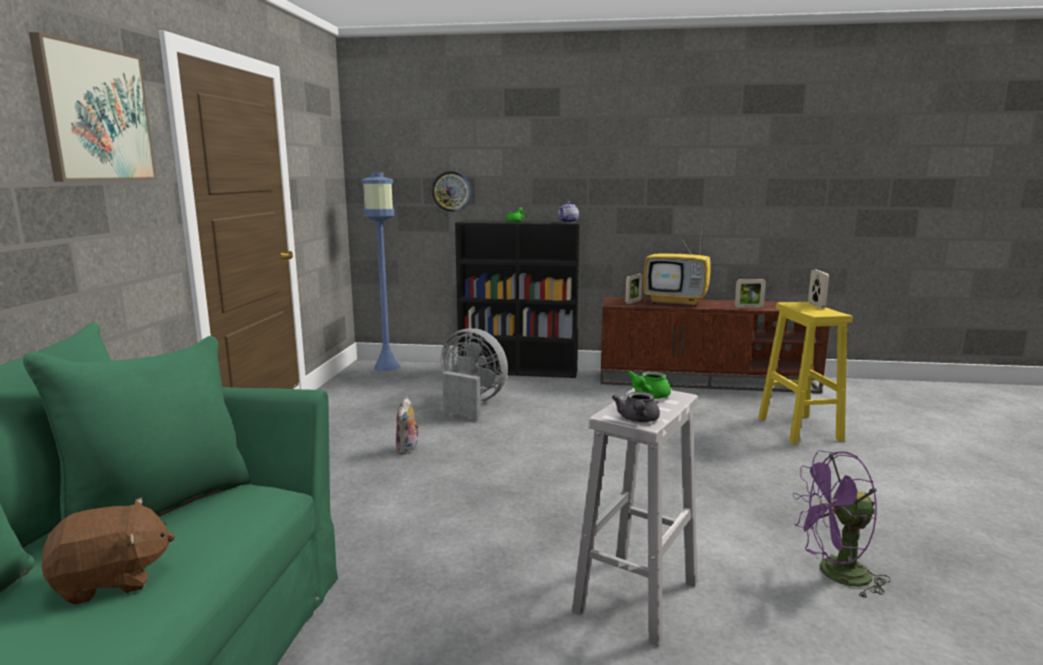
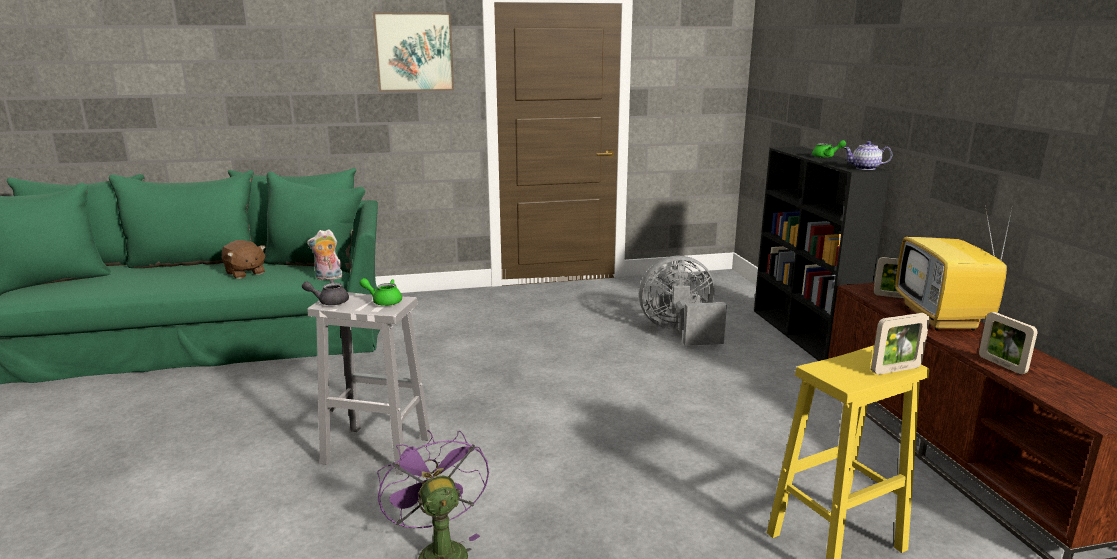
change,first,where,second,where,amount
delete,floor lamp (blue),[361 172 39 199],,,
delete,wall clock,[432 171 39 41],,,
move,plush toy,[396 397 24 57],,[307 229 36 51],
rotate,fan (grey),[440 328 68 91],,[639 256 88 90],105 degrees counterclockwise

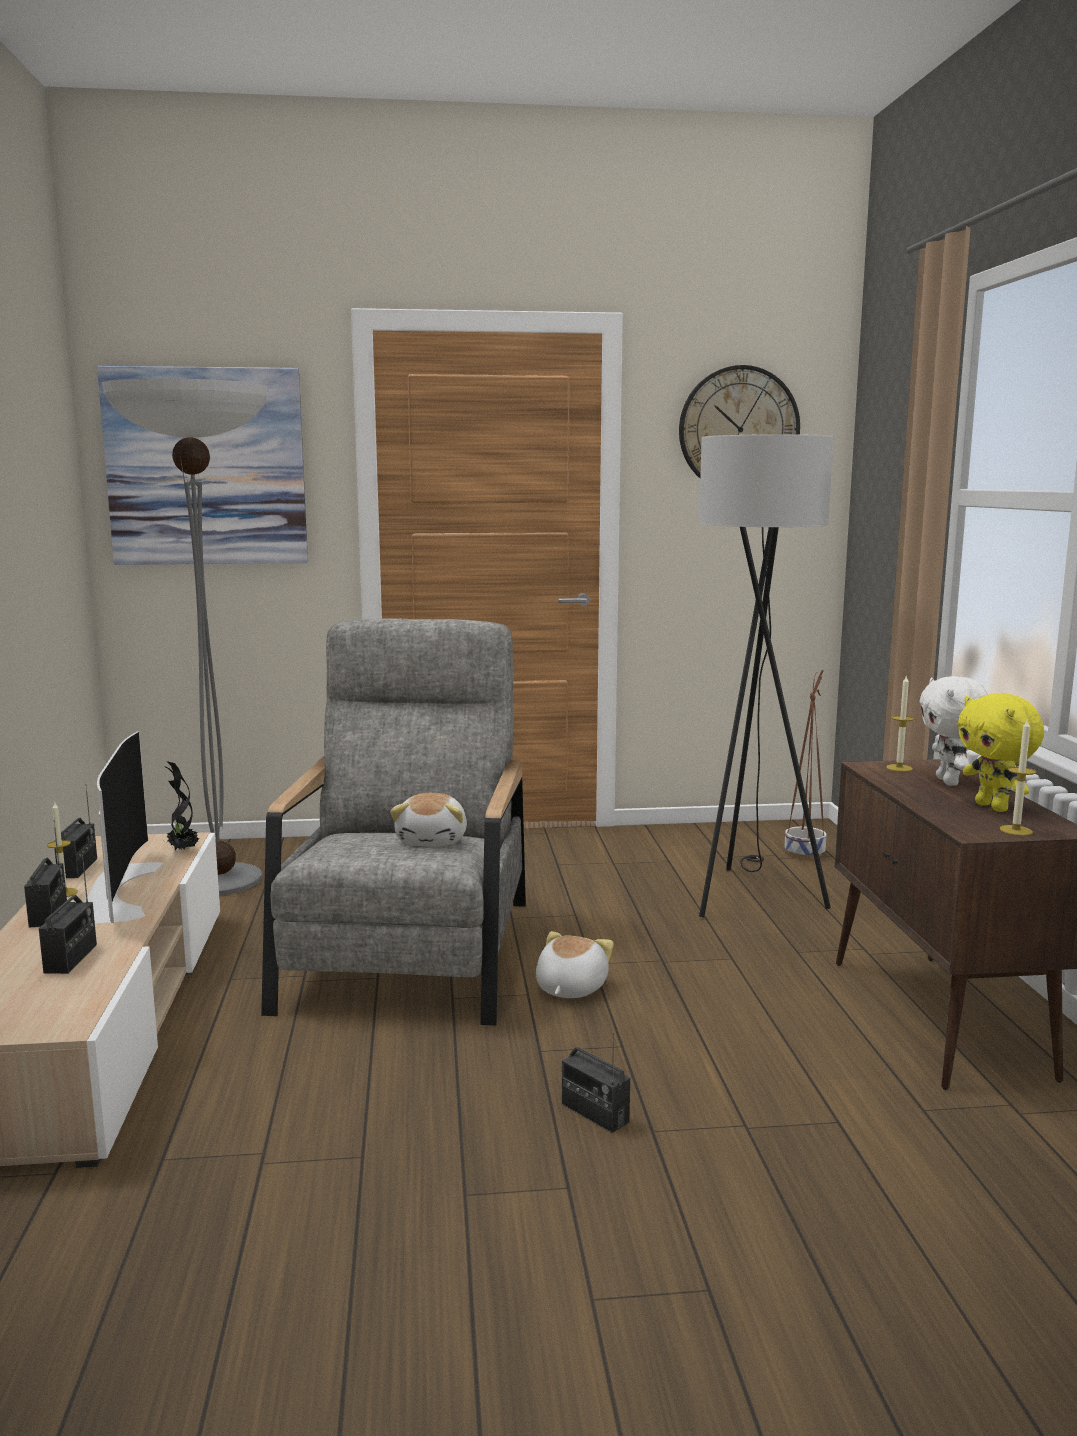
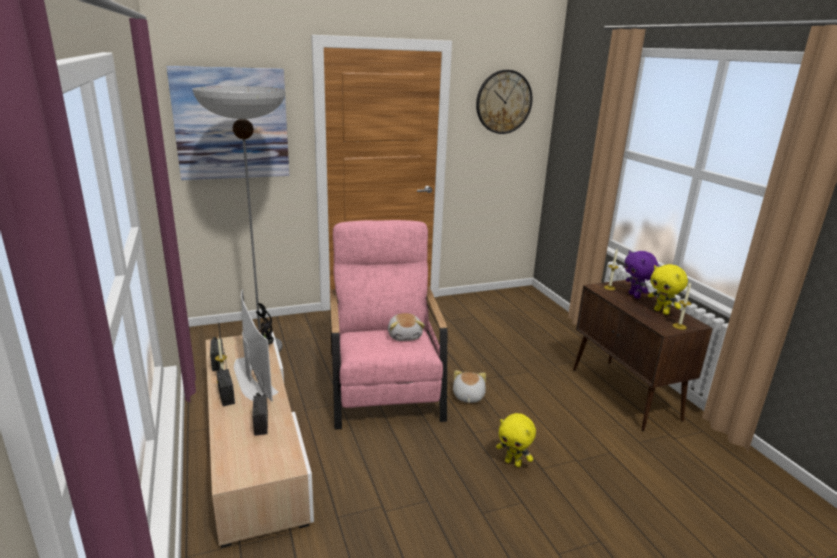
change,first,where,second,where,amount
delete,floor lamp (black),[699 434 135 484],,,
delete,planter (brown),[785 670 42 189],,,
replace,radio,[562 1032 68 101],plush toy (yellow),[496 413 40 54],
recolor,armchair (grey),[261 618 265 407],armchair (pink),[330 220 117 210],
recolor,plush toy (white),[919 676 69 110],plush toy (purple),[625 250 34 49],

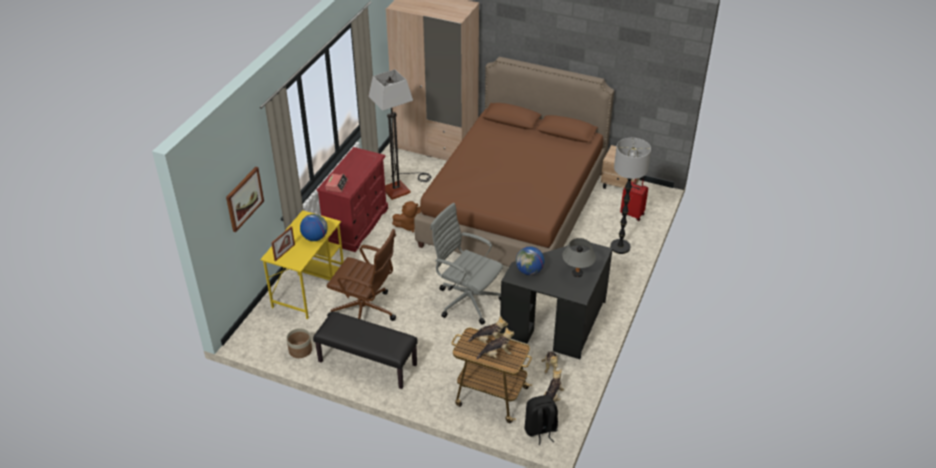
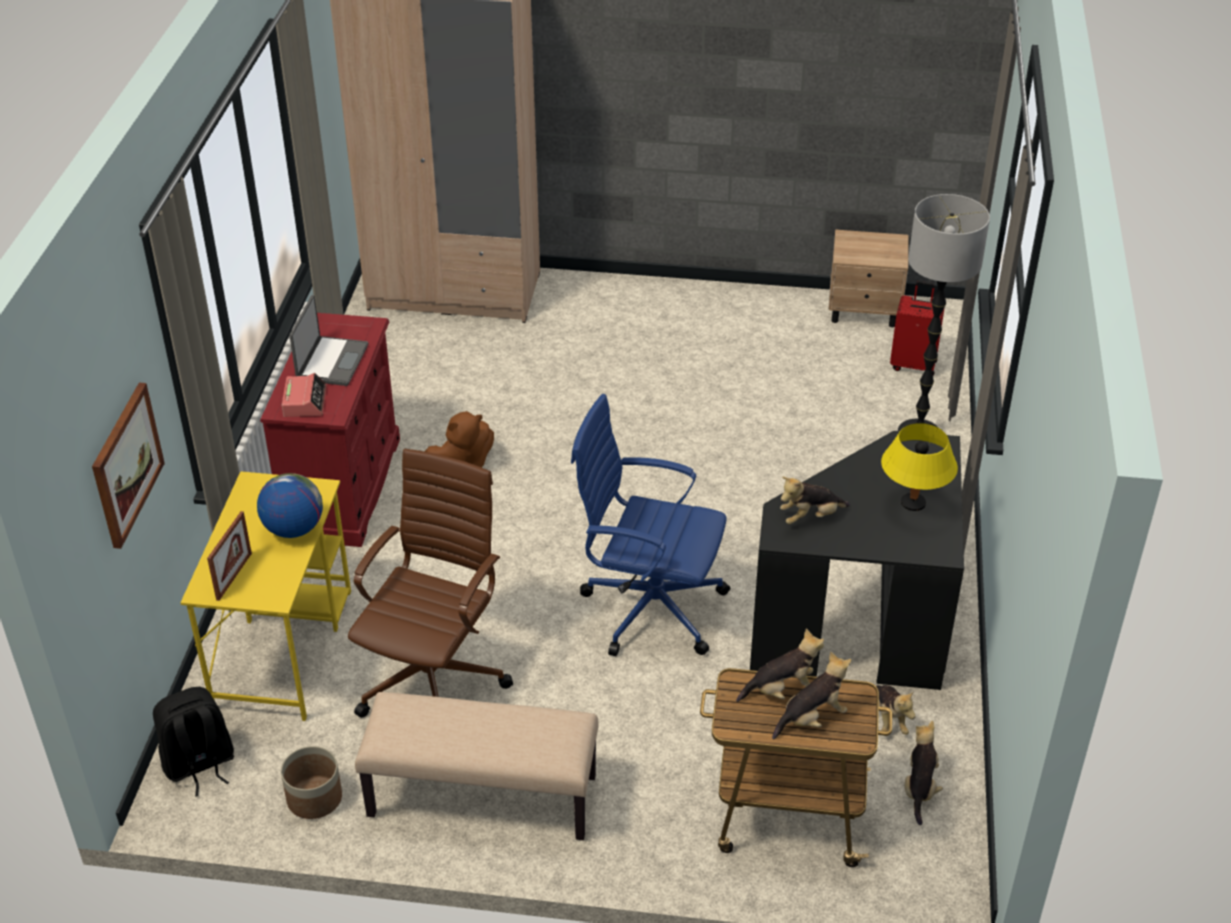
change,first,where,second,where,amount
delete,floor lamp,[368 69 63 131],,,
delete,bed (brown),[414 57 200 210],,,
insert,,,laptop,[289 295 79 91],
move,backpack (black),[524 395 34 50],,[153 687 81 110],
replace,globe,[516 246 28 29],plush toy,[780 477 70 47],
recolor,bench (black),[313 311 105 78],bench (beige),[355 692 244 148],
recolor,office chair (grey),[430 203 73 122],office chair (blue),[571 394 159 262],
recolor,table lamp (grey),[562 238 34 39],table lamp (yellow),[881 423 77 88],
rotate,office chair (brown),[327 229 69 92],,[348 449 165 269],75 degrees counterclockwise

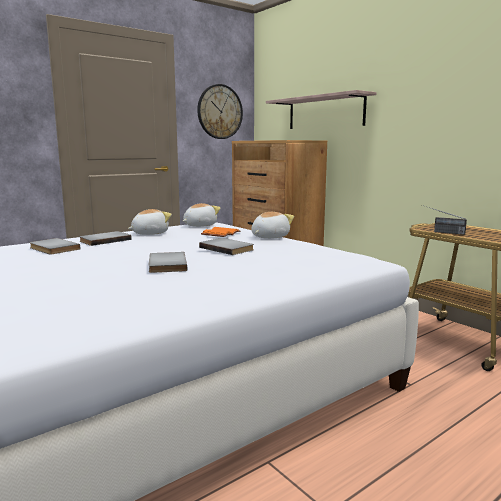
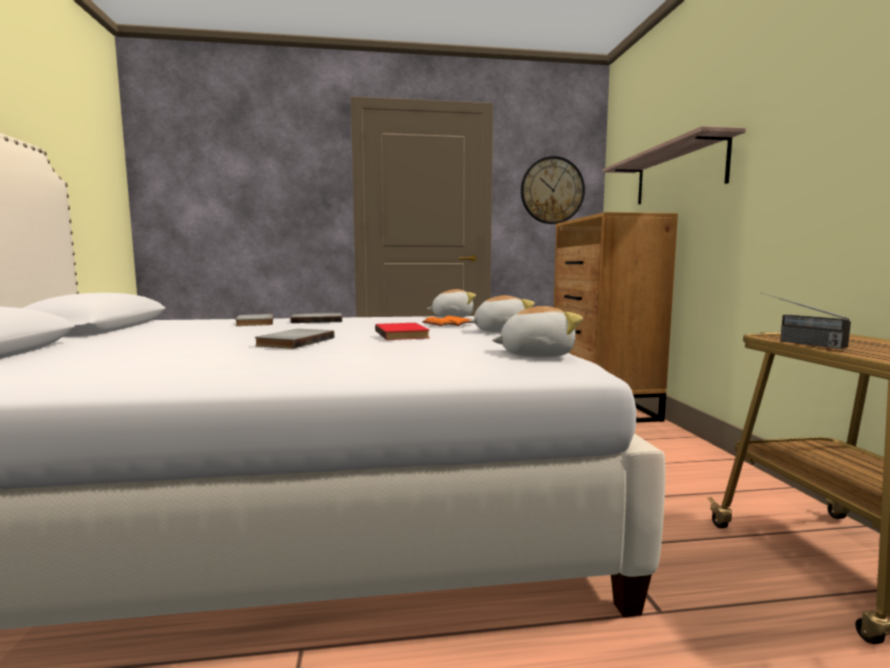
change,first,where,second,where,amount
move,plush toy,[128 209 44 26],,[492 306 91 51],
recolor,book (grey),[199 238 55 17],book (red),[375 323 55 17],

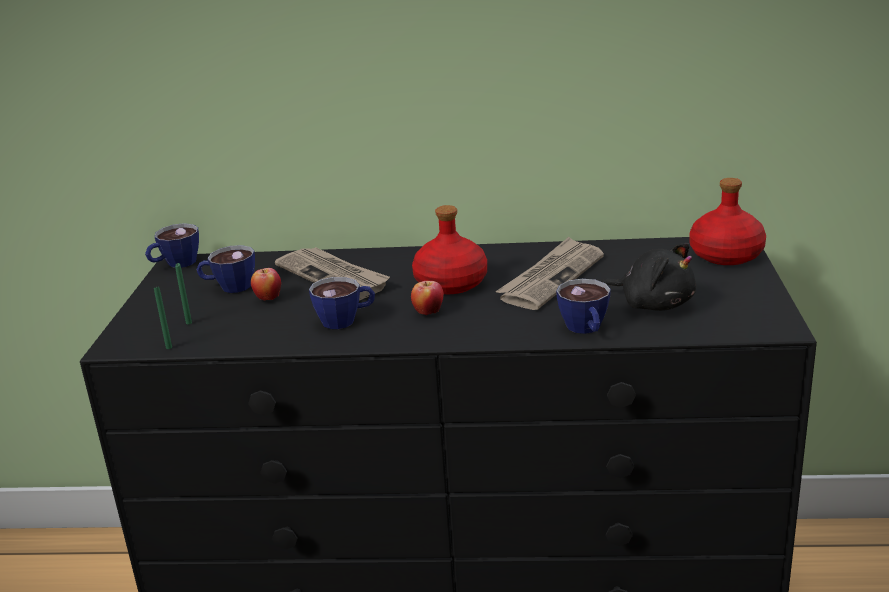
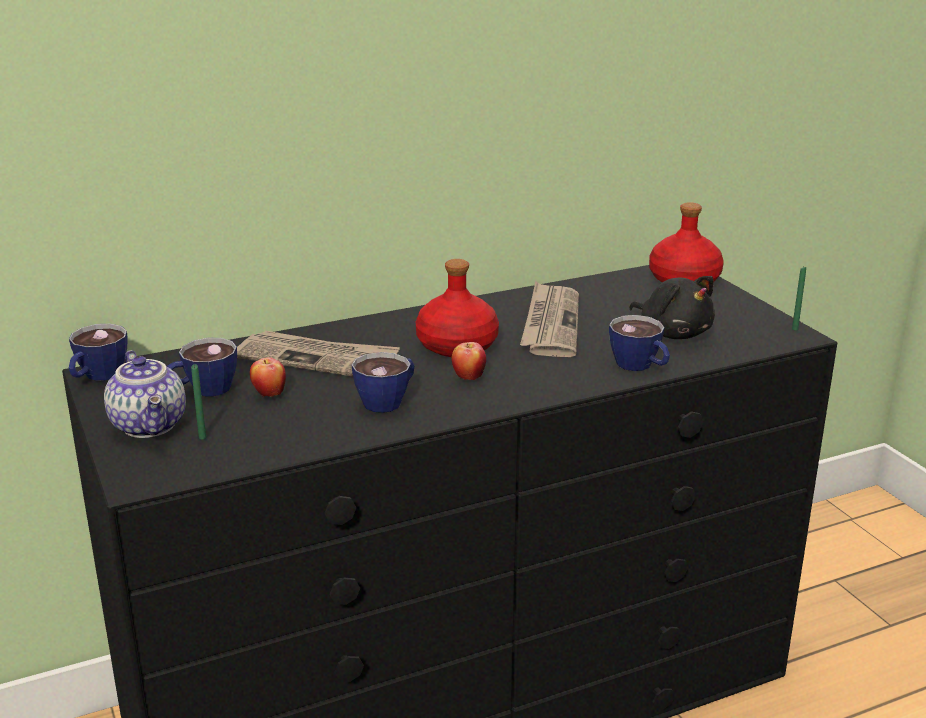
change,first,where,second,where,amount
insert,,,teapot,[104 350 82 88],
move,candle (green),[154 286 18 63],,[792 267 14 63],
rotate,plush toy (black),[602 243 94 68],,[629 276 86 63],45 degrees clockwise

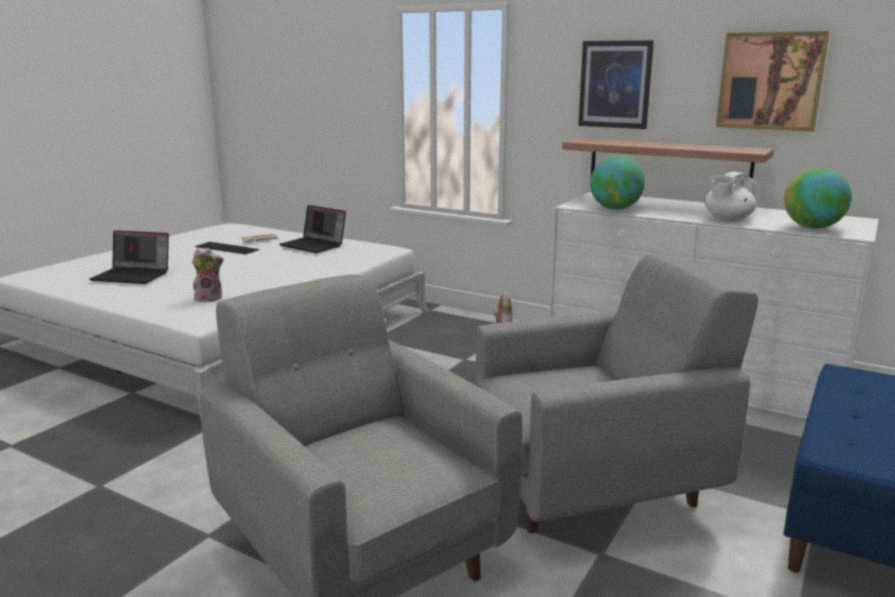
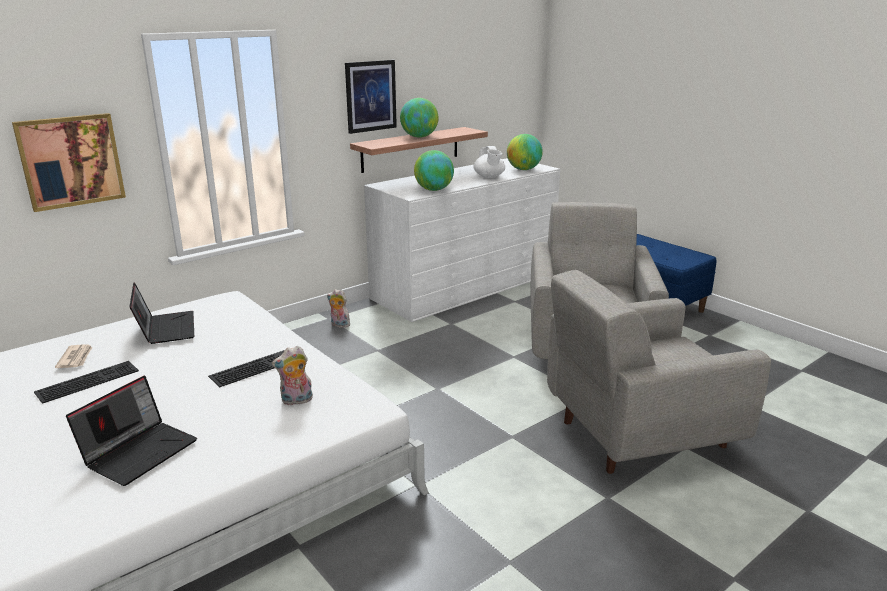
change,first,where,second,where,amount
insert,,,keyboard,[208 350 77 37],
insert,,,globe,[400 98 39 40],
move,picture,[716 31 114 101],,[12 113 114 99],
rotate,plush toy,[192 248 32 54],,[272 345 41 61],120 degrees counterclockwise
rotate,laptop,[279 205 67 48],,[129 282 65 62],75 degrees counterclockwise

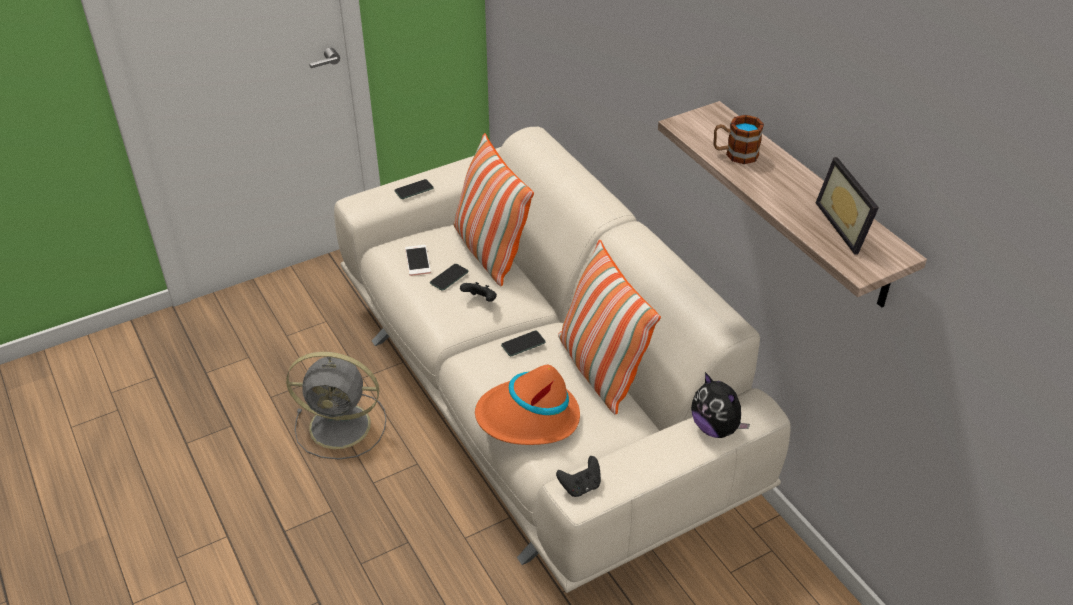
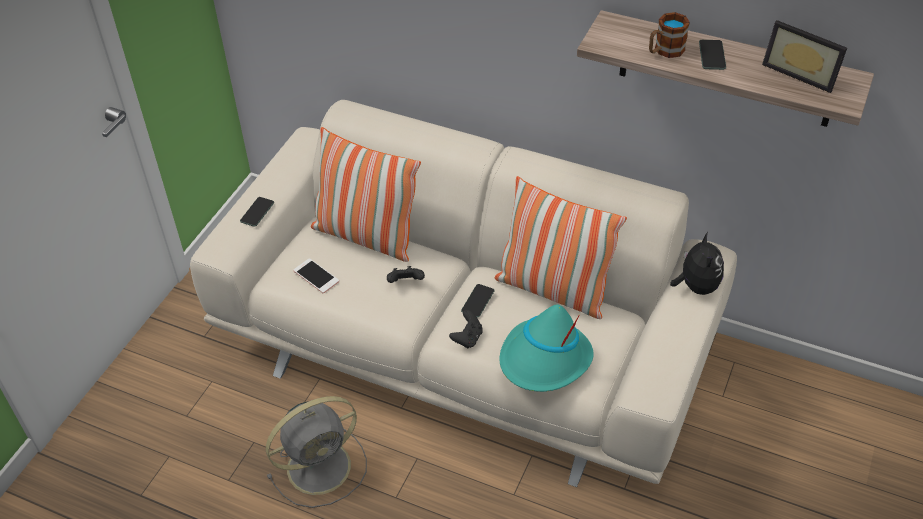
change,first,where,second,where,amount
move,phone,[430 264 38 27],,[699 40 27 30],
move,game controller (black),[556 456 45 41],,[449 310 34 38],
recolor,hat (orange),[475 365 105 80],hat (turquoise),[499 304 95 88],
rotate,plush toy,[691 372 59 66],,[670 232 54 63],105 degrees counterclockwise

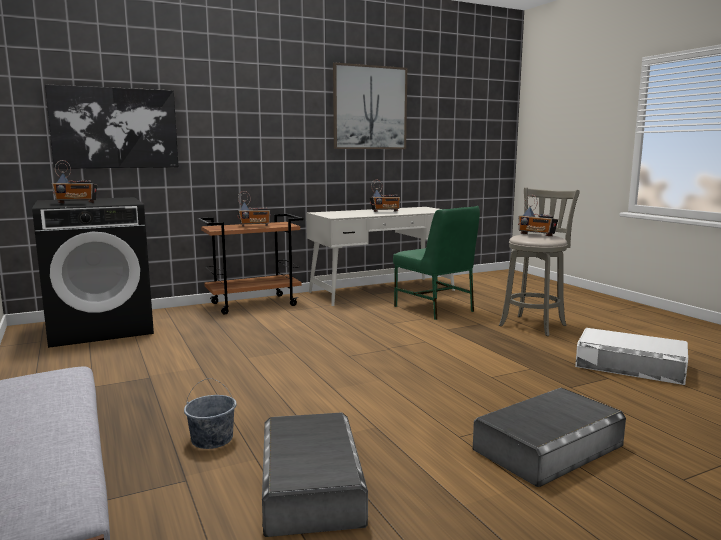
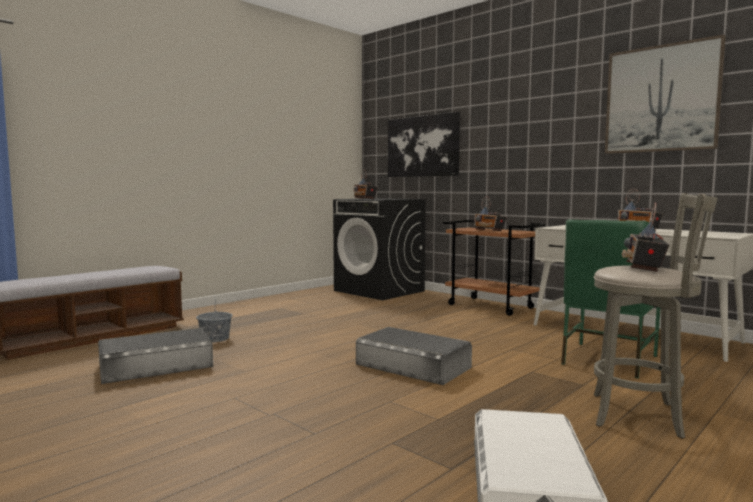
change,first,where,second,where,amount
move,storage box (grey),[473 388 153 99],,[356 327 116 58],

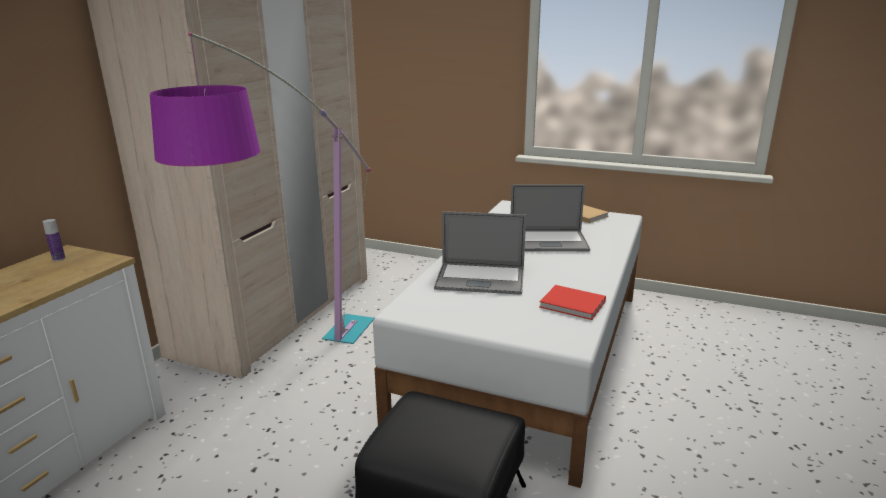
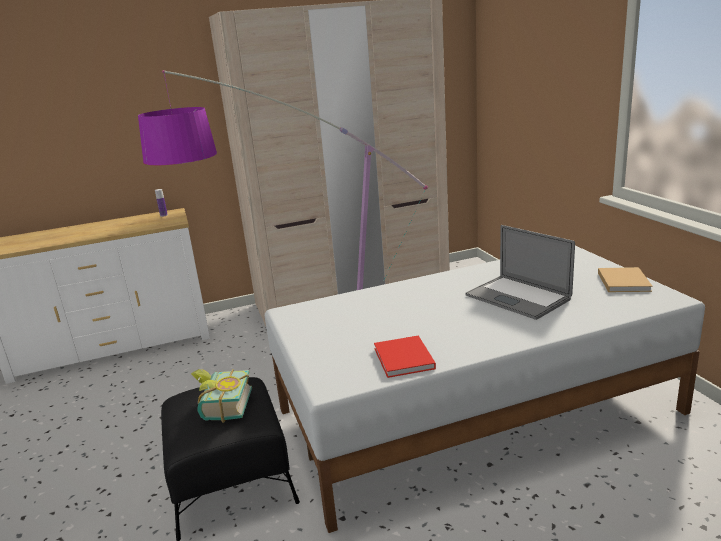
change,first,where,second,where,amount
delete,laptop,[434 211 92 84],,,
insert,,,book,[191 369 61 54],

